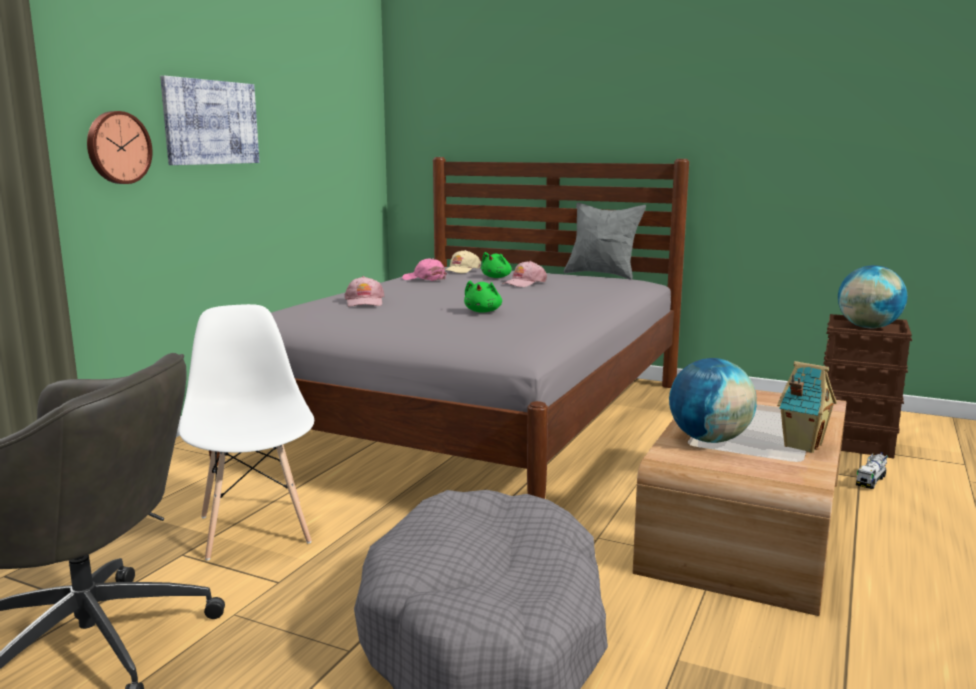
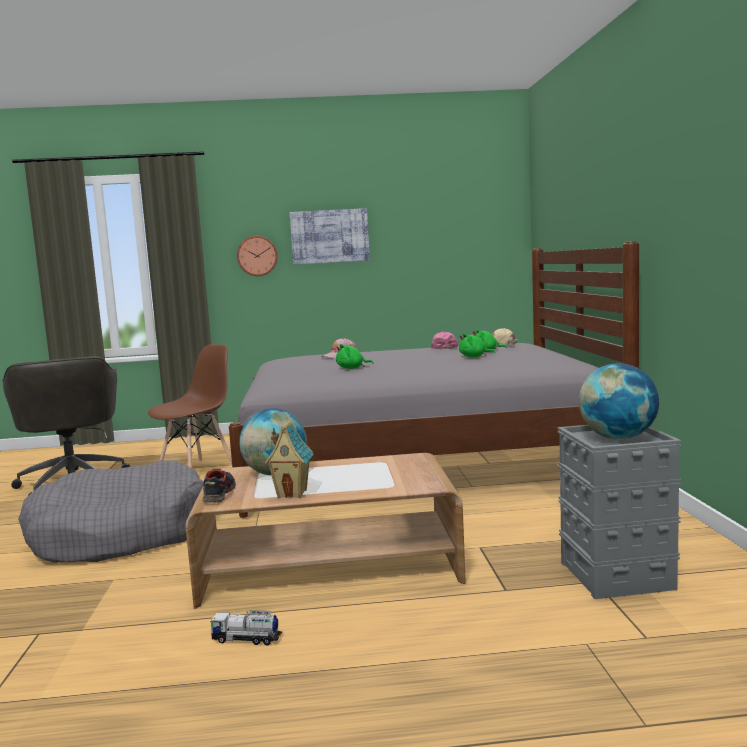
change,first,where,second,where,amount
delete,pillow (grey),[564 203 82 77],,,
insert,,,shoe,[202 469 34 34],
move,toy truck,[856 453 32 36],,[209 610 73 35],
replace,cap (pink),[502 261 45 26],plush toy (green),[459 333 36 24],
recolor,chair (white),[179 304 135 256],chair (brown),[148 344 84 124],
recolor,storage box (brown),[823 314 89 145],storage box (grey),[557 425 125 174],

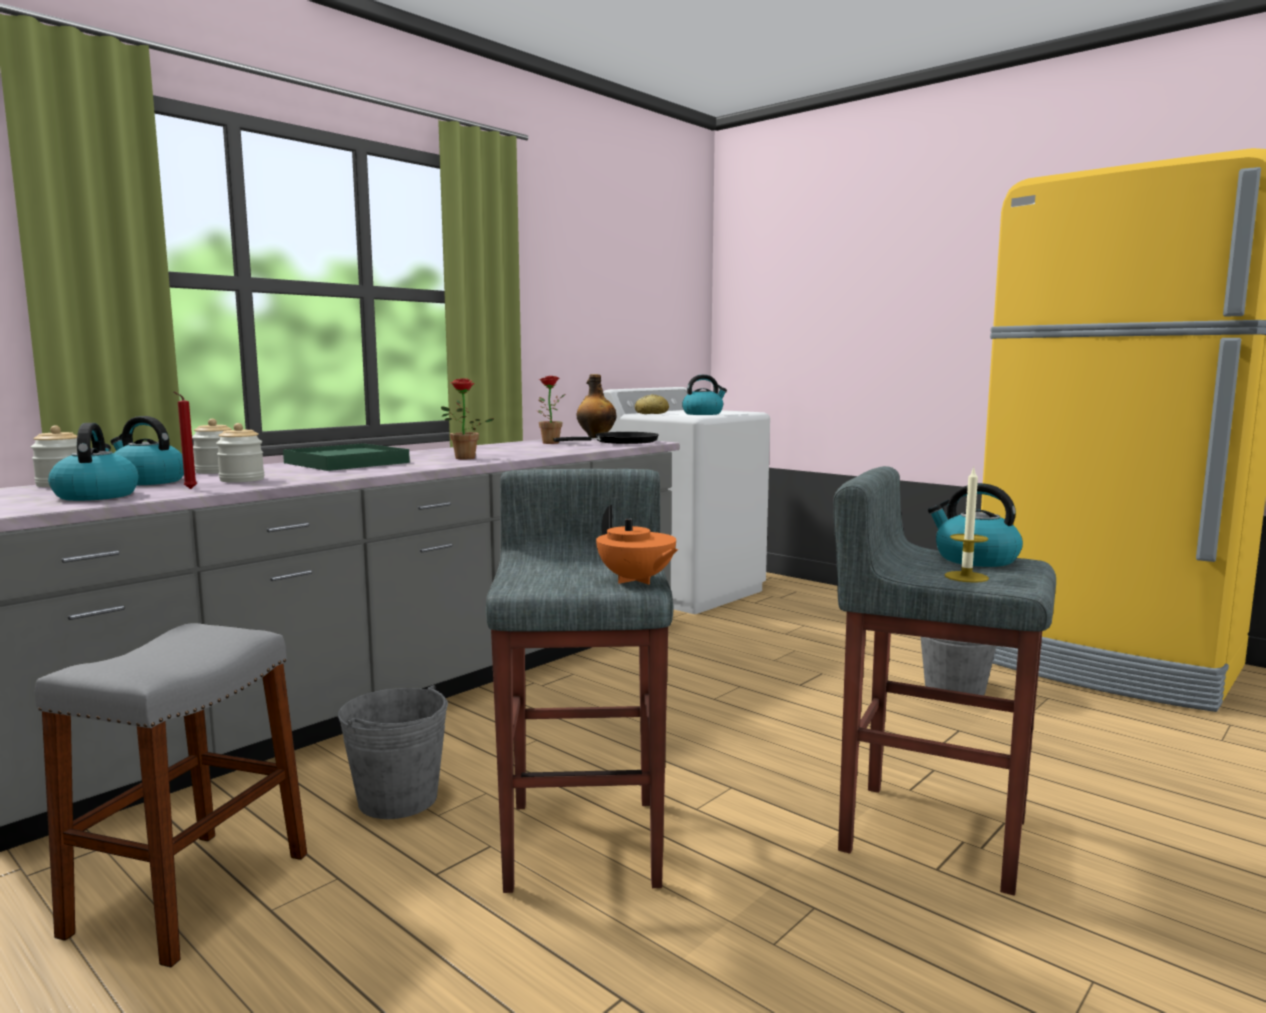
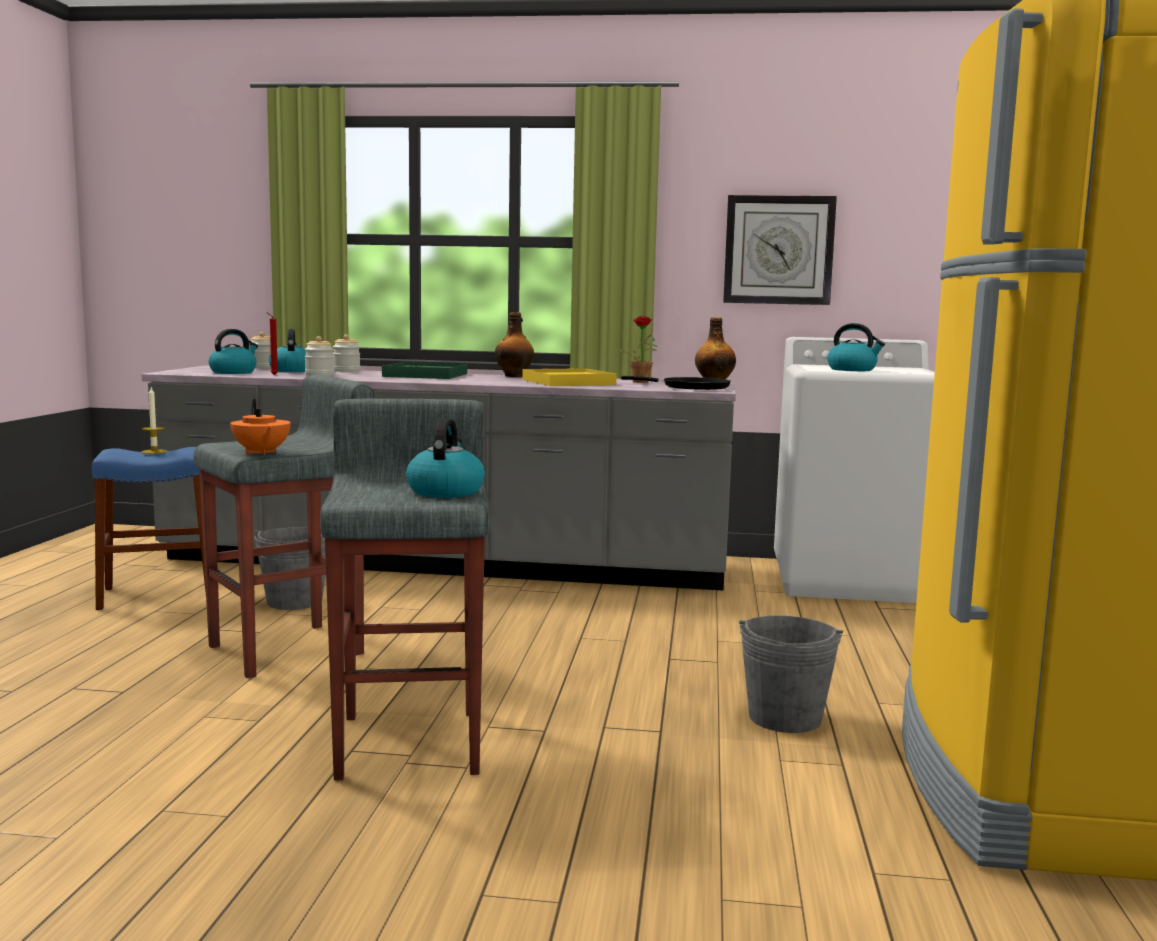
change,first,where,second,where,amount
delete,potted plant,[441 378 53 81],,,
delete,bread,[635 394 34 20],,,
insert,,,bottle,[494 312 40 65],
insert,,,tray (yellow),[522 368 94 18],
insert,,,wall clock,[723 195 114 110],
move,candle,[944 467 45 116],,[141 387 26 67],
recolor,stool (grey),[35 623 272 345],stool (blue),[92 447 114 163],
rotate,teapot (orange),[596 505 82 80],,[230 399 61 56],45 degrees counterclockwise

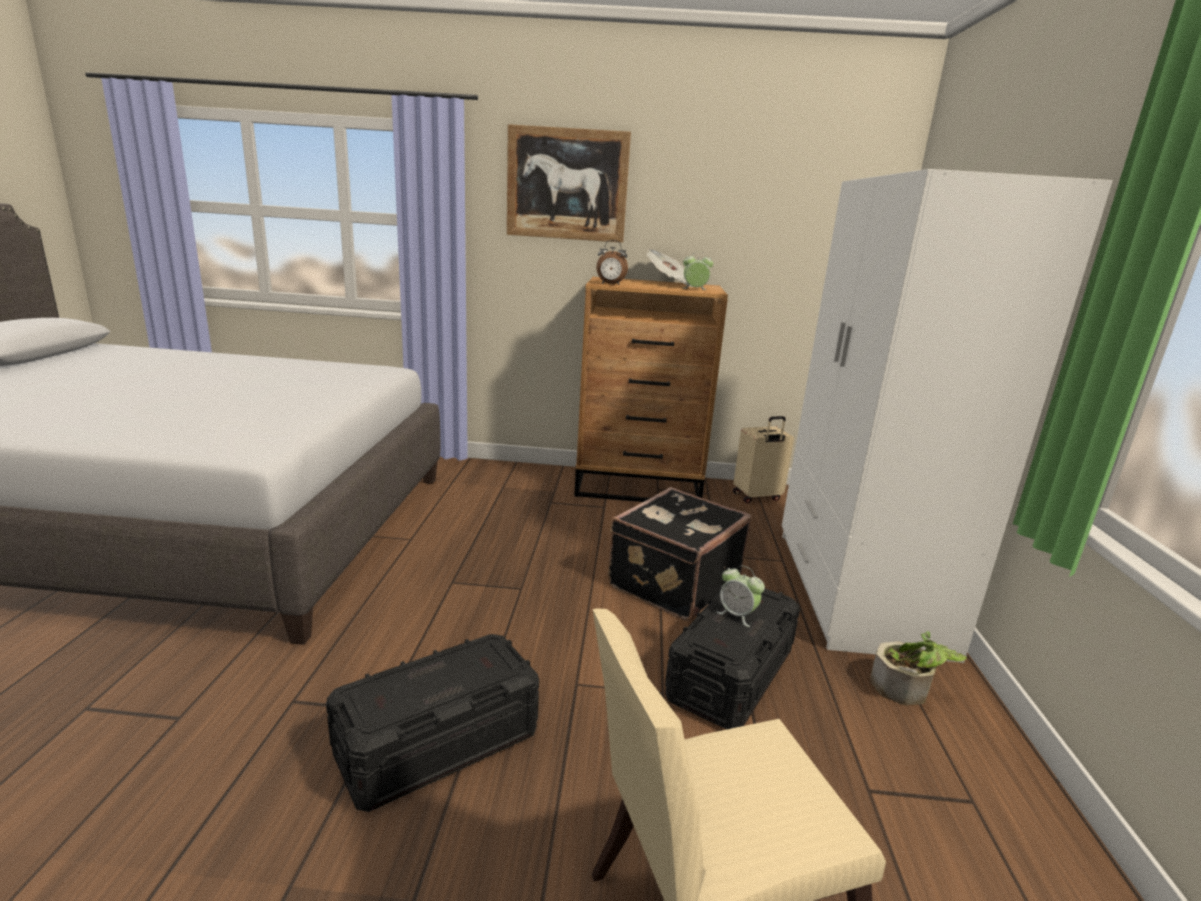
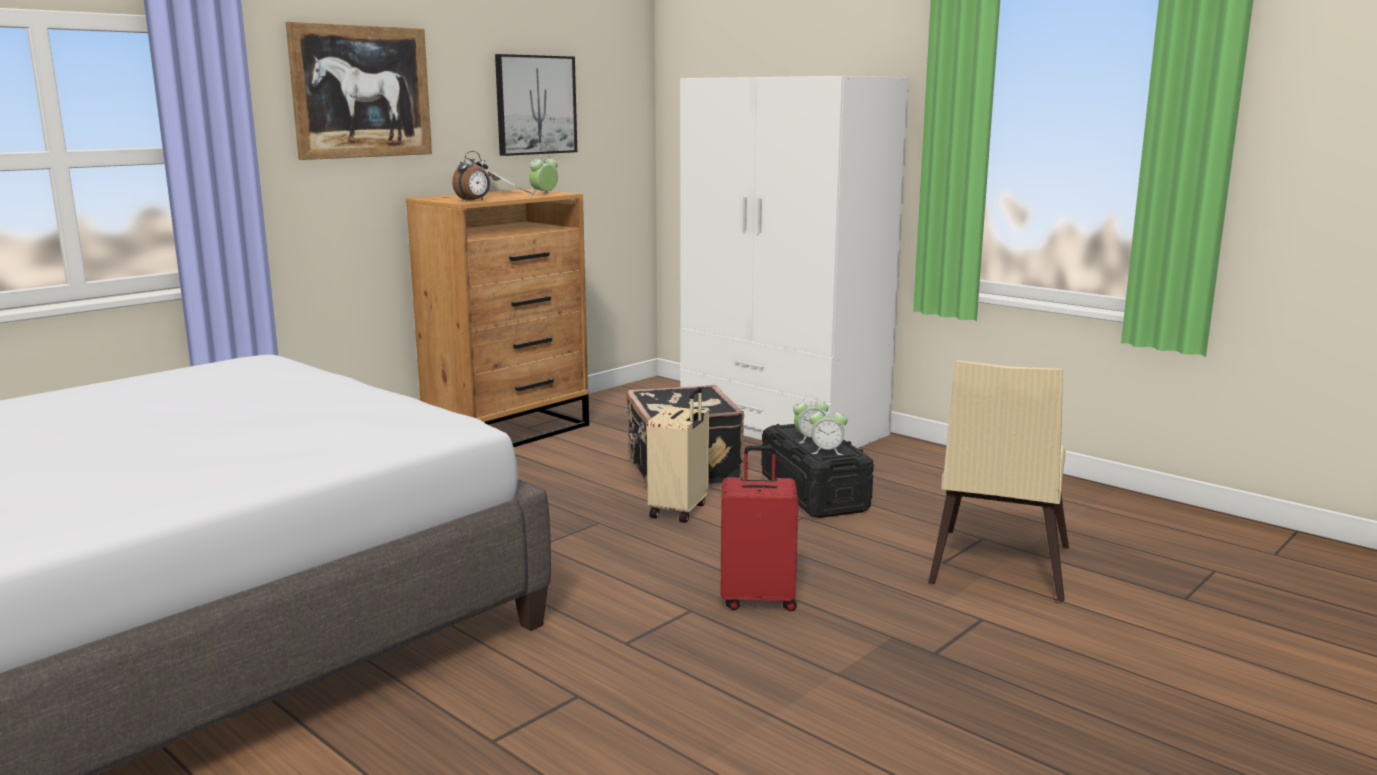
change,first,where,second,where,amount
delete,potted plant,[870 631 97 74],,,
insert,,,picture,[495 54 82 102],
insert,,,alarm clock,[809 406 39 49],
move,suitcase (beige),[733 416 61 87],,[647 387 62 136],
replace,storage box (black),[326 634 213 178],suitcase (red),[721 446 77 165],

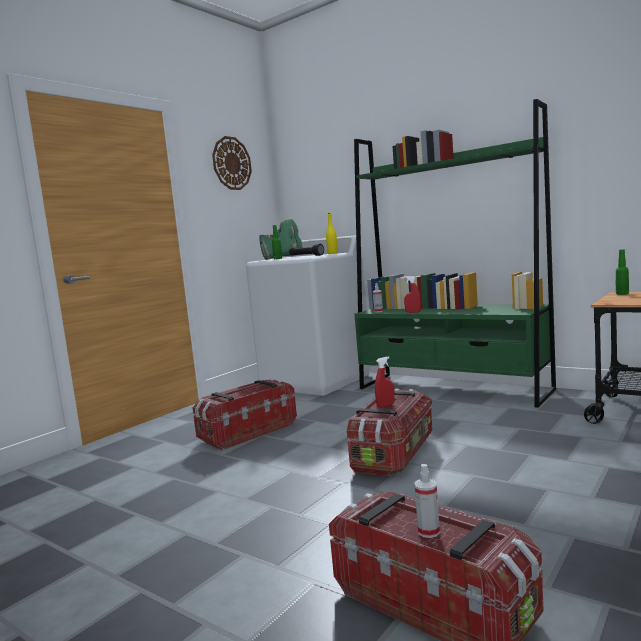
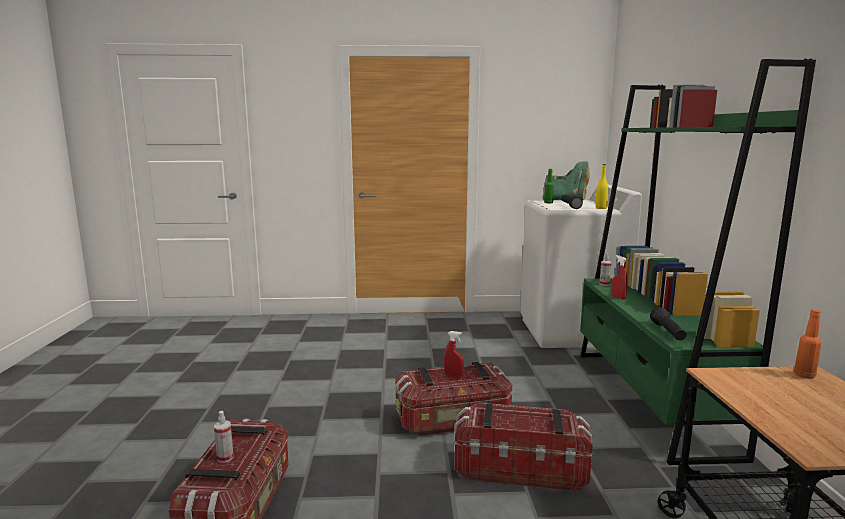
change,first,where,second,where,amount
delete,wall clock,[212 136 40 54],,,
insert,,,flashlight (black),[650 307 37 33],
move,storage box,[192 379 105 71],,[454 403 139 88],
recolor,bottle (green),[616 249 13 46],bottle (orange),[794 309 27 70],

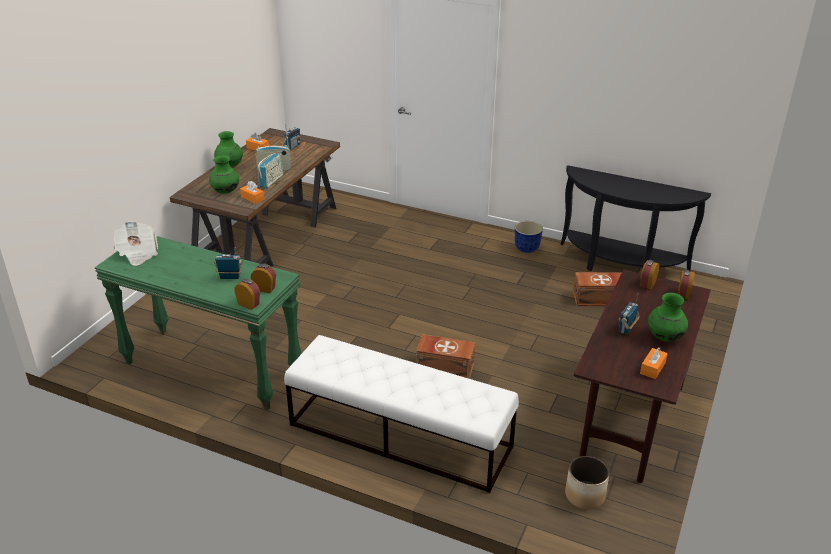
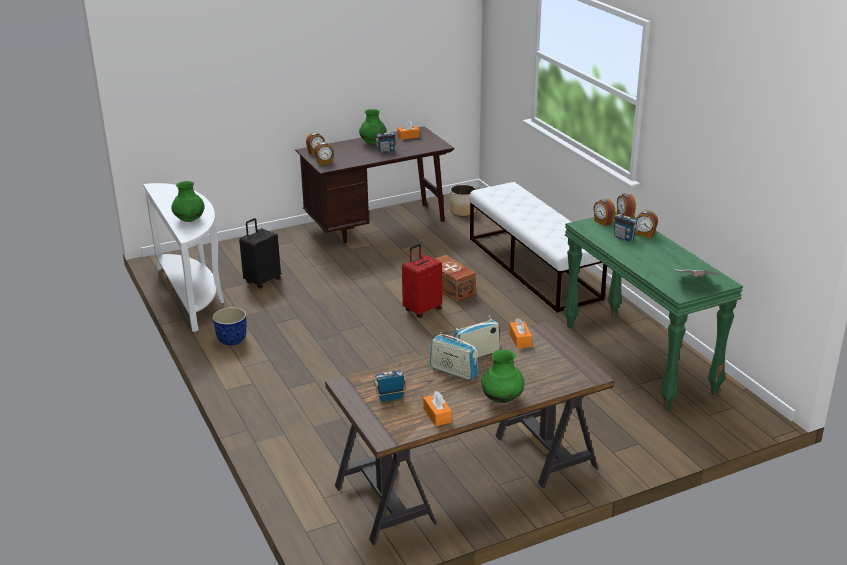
change,first,where,second,where,amount
insert,,,suitcase (red),[402 244 40 74],
insert,,,alarm clock,[636 210 22 28],
move,vase (green),[209 155 30 39],,[171 181 33 41],
replace,storage box (brown),[573 272 48 34],suitcase (black),[239 218 42 71],
recolor,console table (black),[560 165 151 106],console table (white),[143 183 81 149],

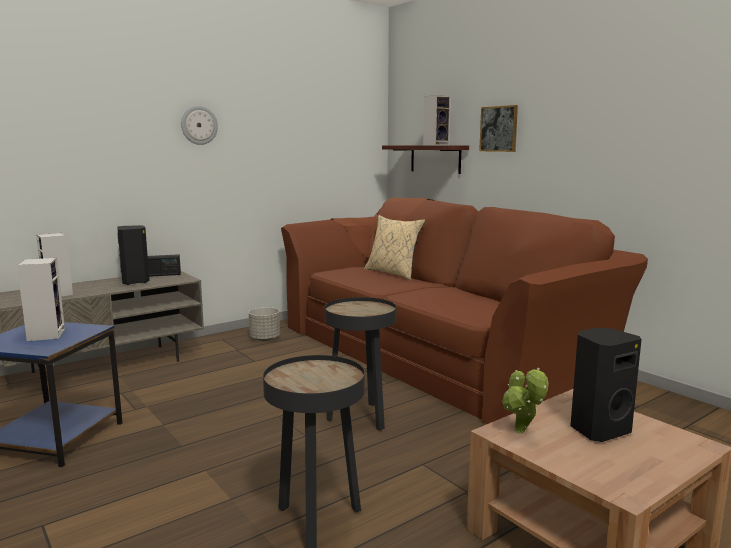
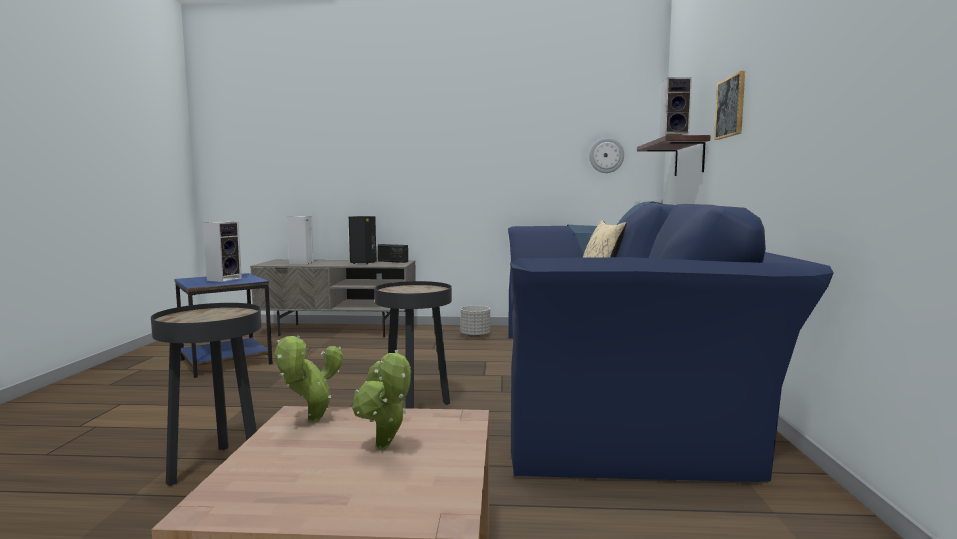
change,first,where,second,where,amount
move,wall clock,[181 106 37 39],,[589 138 35 35],
replace,speaker (black),[570 328 72 114],potted plant,[352 350 59 100],
recolor,sofa (brown),[281 197 367 227],sofa (blue),[508 201 325 281],

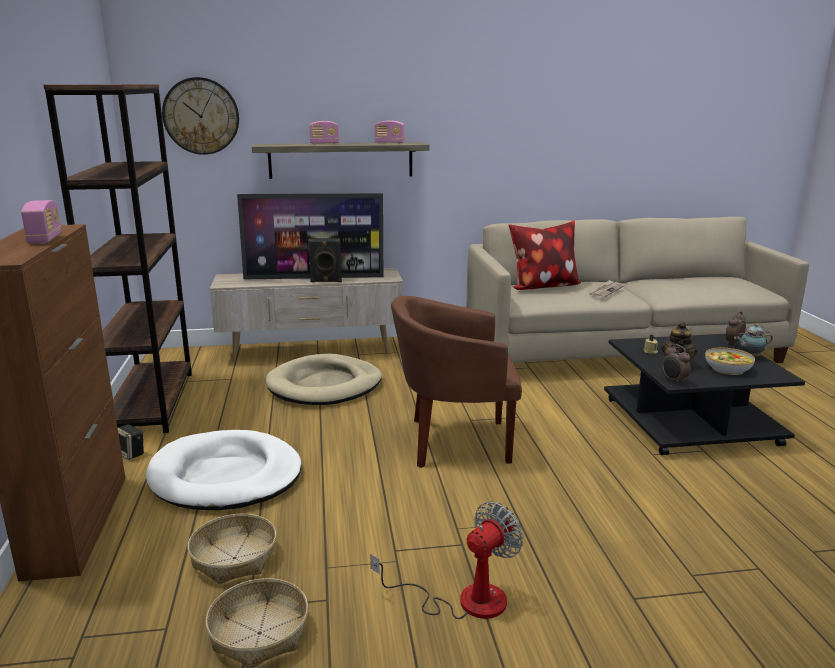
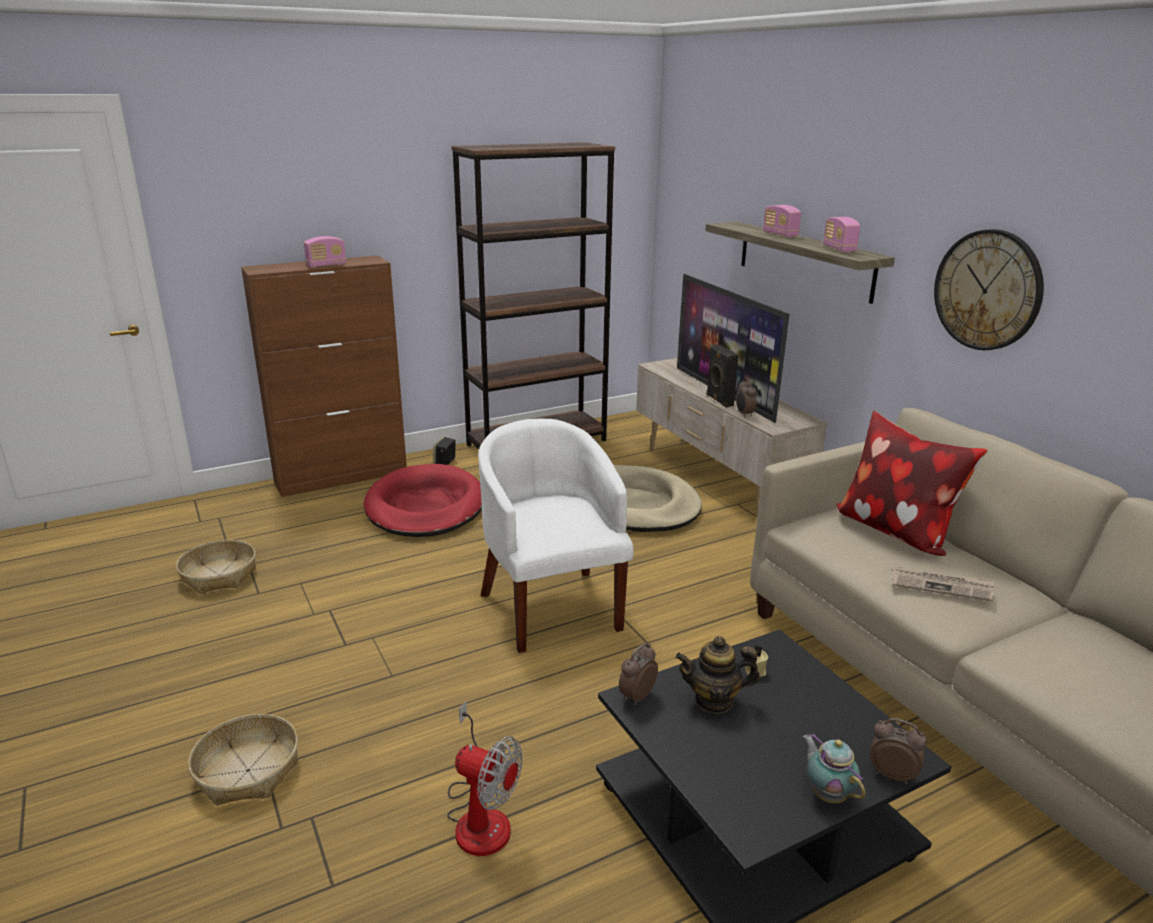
change,first,where,second,where,amount
delete,bowl,[705 348 50 27],,,
insert,,,alarm clock,[736 378 20 39],
move,wall clock,[162 77 77 78],,[934 229 110 121],
move,basket,[187 514 90 70],,[188 714 110 92],
move,fan,[370 502 153 117],,[447 701 75 155],
recolor,dog bed (white),[146 430 156 80],dog bed (red),[364 464 118 73],
recolor,armchair (brown),[391 296 131 172],armchair (white),[478 419 156 234],

